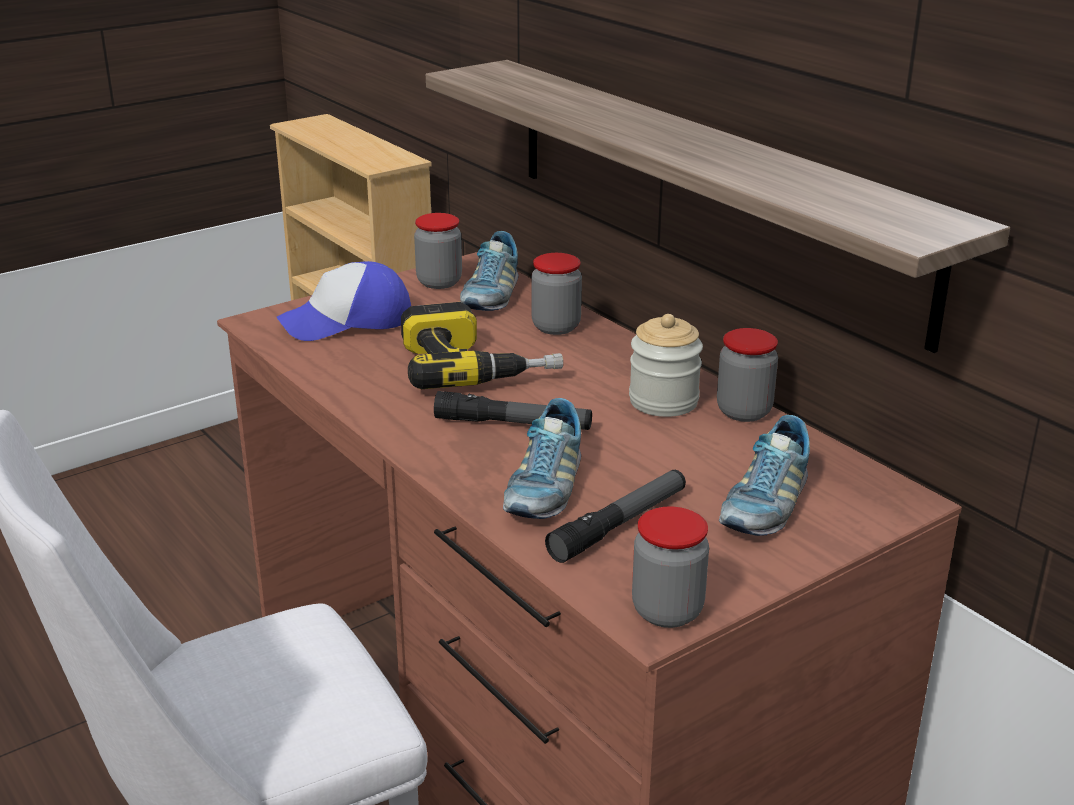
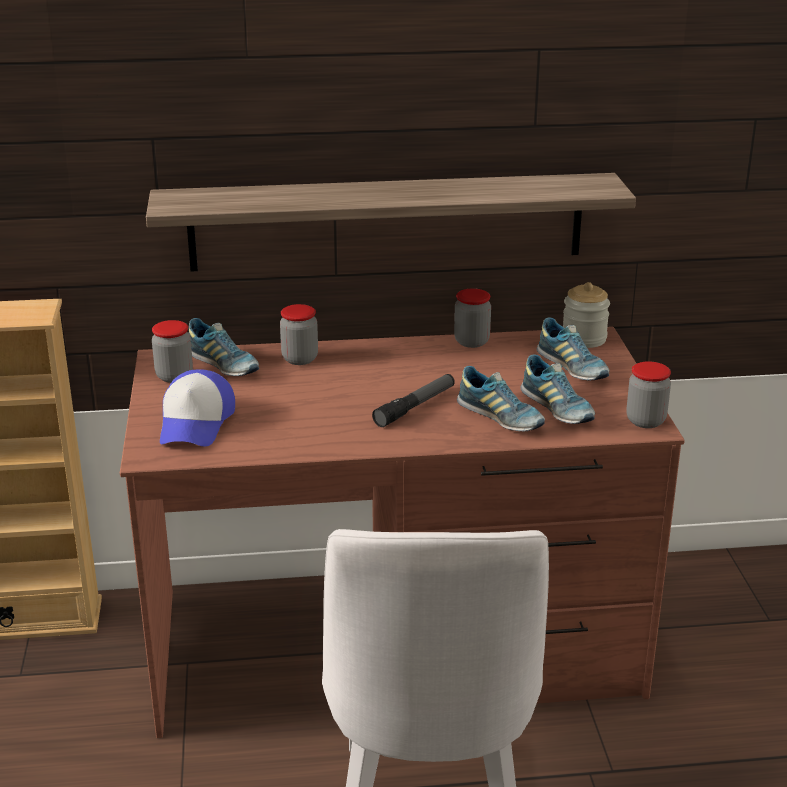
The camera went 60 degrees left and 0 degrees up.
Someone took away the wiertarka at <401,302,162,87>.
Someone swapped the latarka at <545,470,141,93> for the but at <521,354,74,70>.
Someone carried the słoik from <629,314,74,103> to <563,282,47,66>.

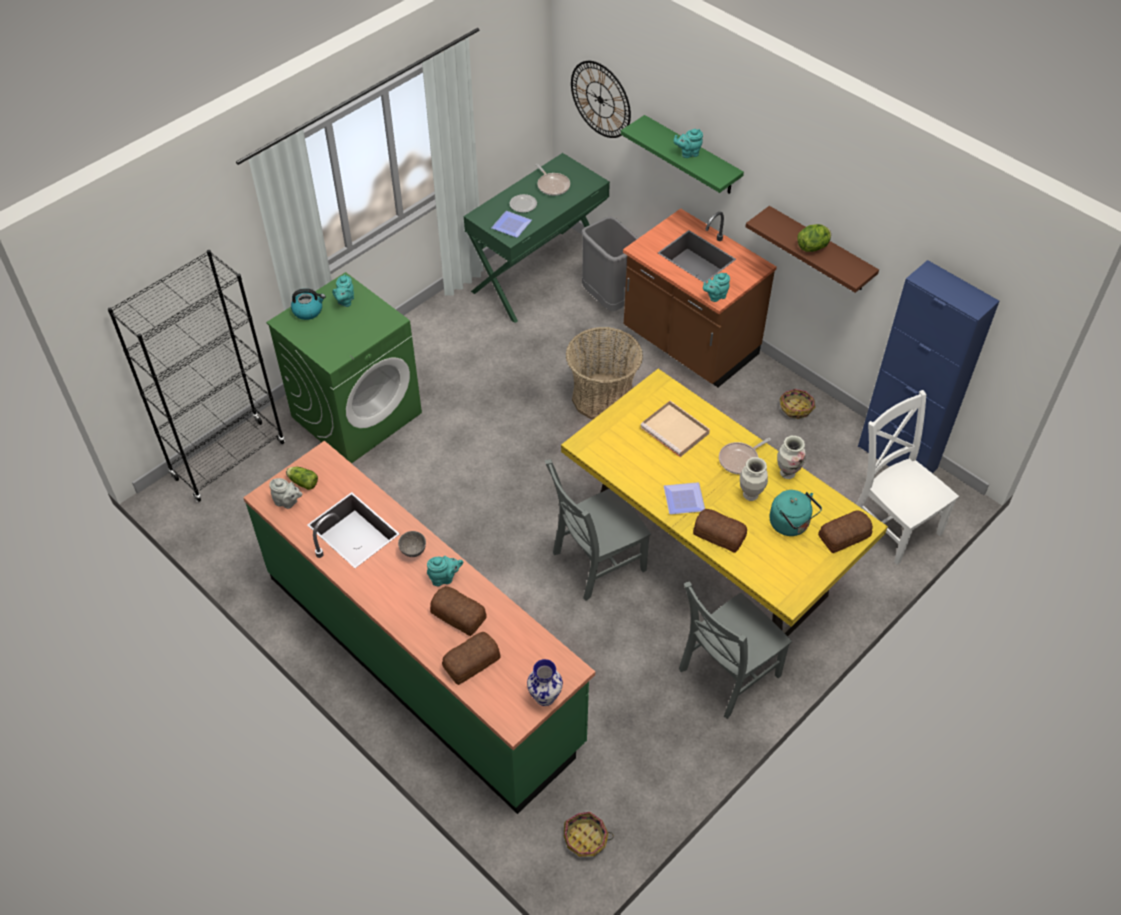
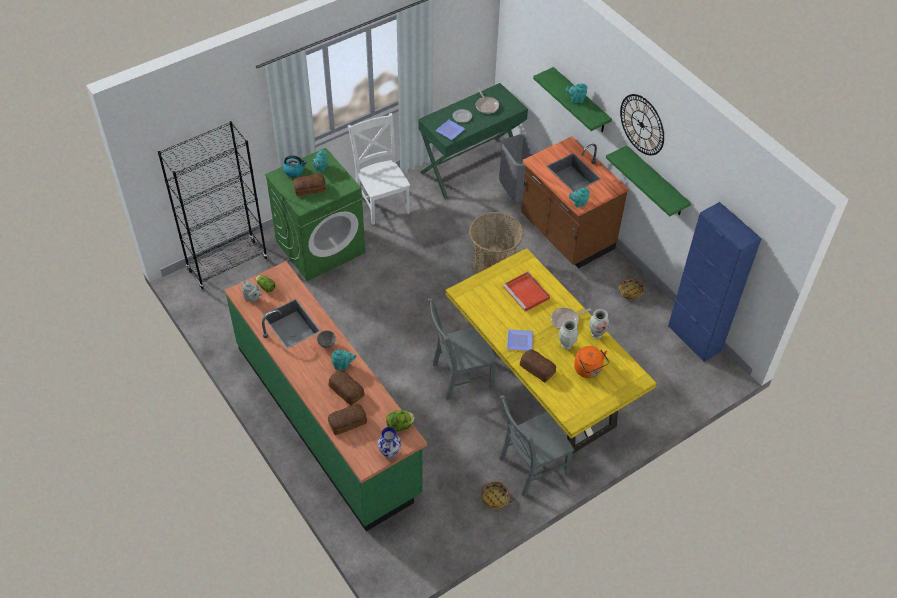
The camera went 10 degrees right and 0 degrees up.
Someone carried the koszyk from <564,812,50,45> to <481,482,33,28>.
Someone carried the zegar ścienny from <571,61,60,77> to <620,94,44,61>.
Someone repainted the taca (beżowy) at <640,401,70,56>, which became the taca (czerwony) at <503,272,47,40>.
Someone repainted the półka (brązowy) at <745,206,134,87>, which became the półka (zielony) at <606,145,85,72>.
Someone repainted the czajnik (turkusowy) at <769,490,53,46>, which became the czajnik (pomarańczowy) at <574,346,35,32>.
Someone carried the sałata from <797,224,34,28> to <386,410,29,22>.
Someone carried the chleb from <818,510,55,43> to <293,174,33,22>.
Someone carried the krzesło (biały) from <856,390,103,175> to <348,113,62,112>.

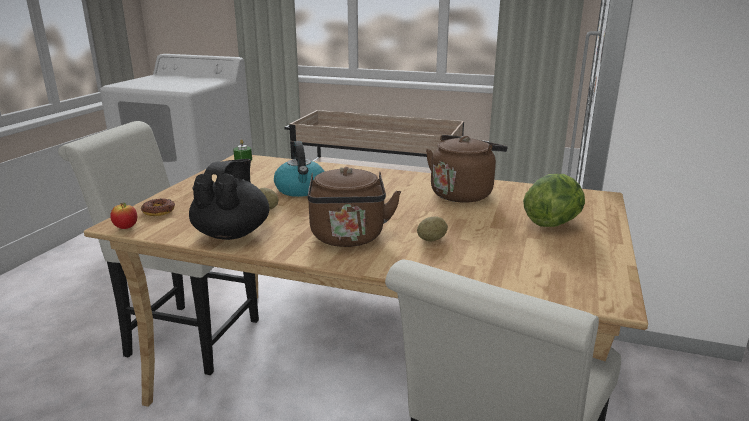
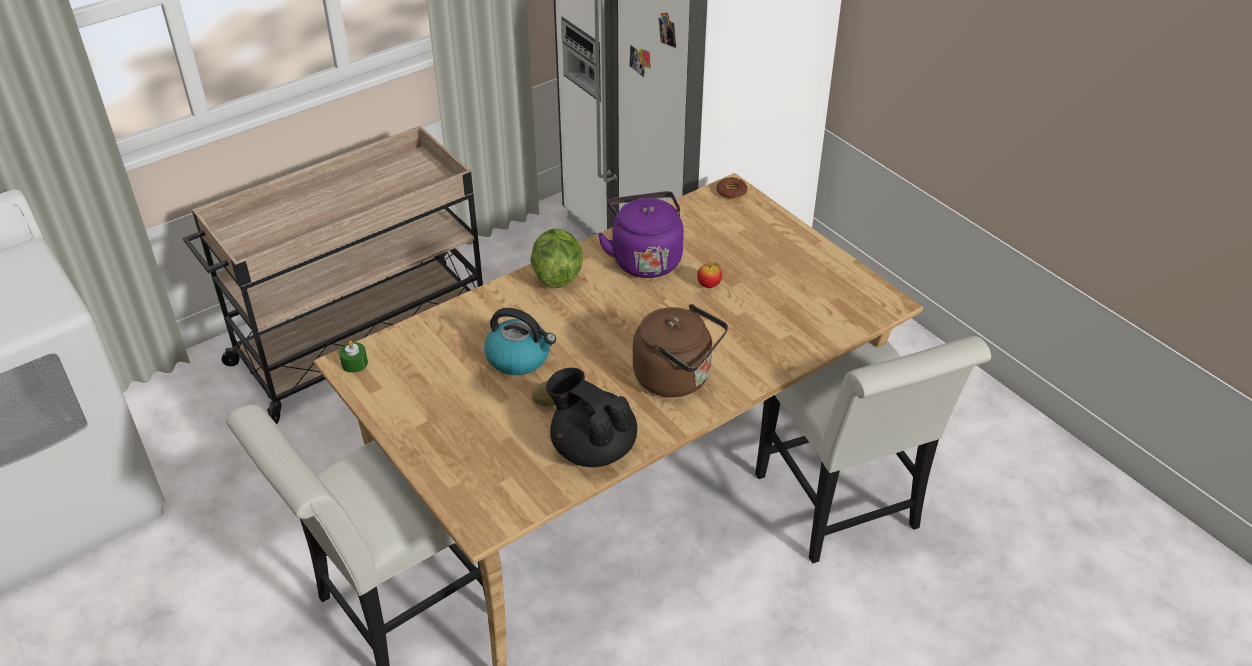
The camera went 55 degrees left and 20 degrees up.
Someone carried the jabłko from <110,203,27,26> to <697,262,25,26>.
Someone carried the donut from <141,198,34,18> to <716,177,32,22>.
Someone took away the ziemniak at <417,216,31,26>.
Someone repainted the czajnik (brązowy) at <426,135,82,68>, which became the czajnik (fioletowy) at <597,191,87,87>.
Someone carried the sałata from <523,174,62,53> to <530,229,53,59>.

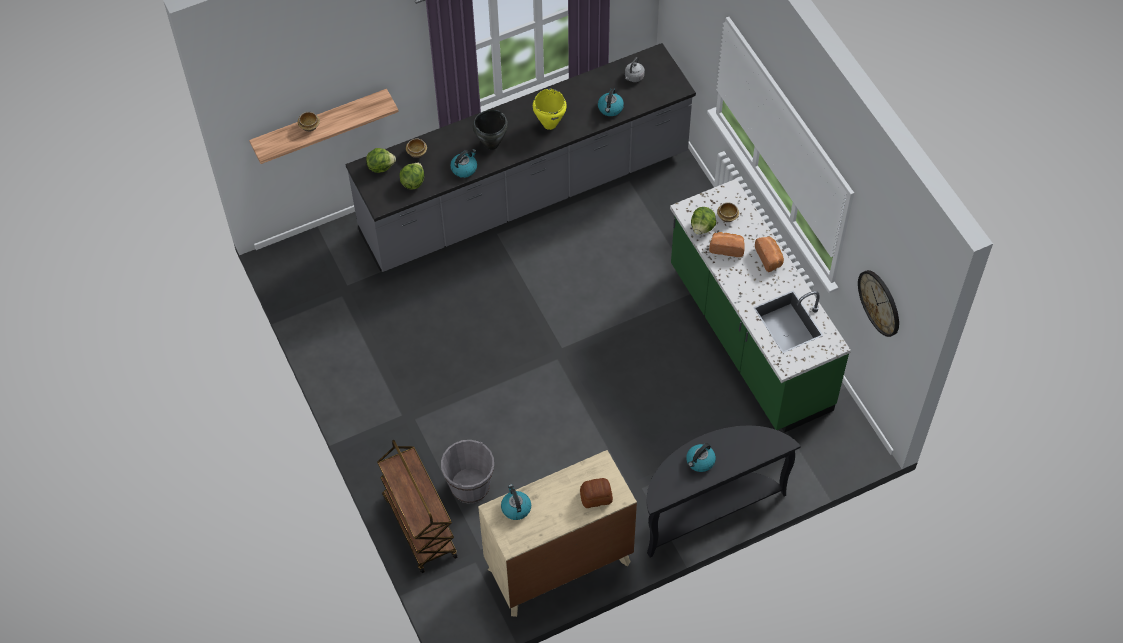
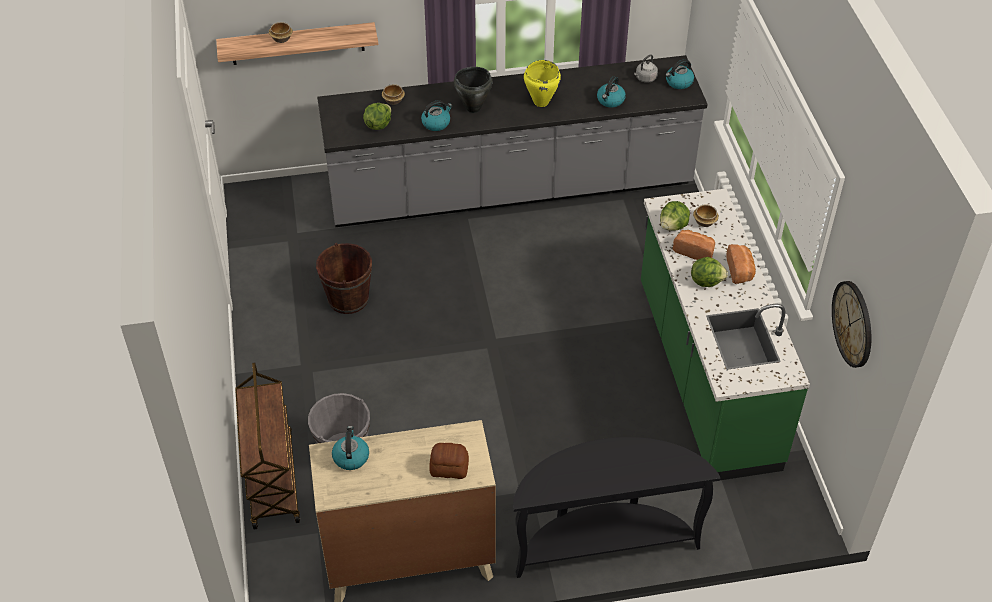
The camera went 15 degrees right and 10 degrees down.
Someone carried the sałata from <366,148,30,25> to <691,257,37,30>.
Someone carried the czajnik from <686,443,30,29> to <665,59,29,30>.
Someone put down the wiadro (brązowy) at <316,243,56,71>.

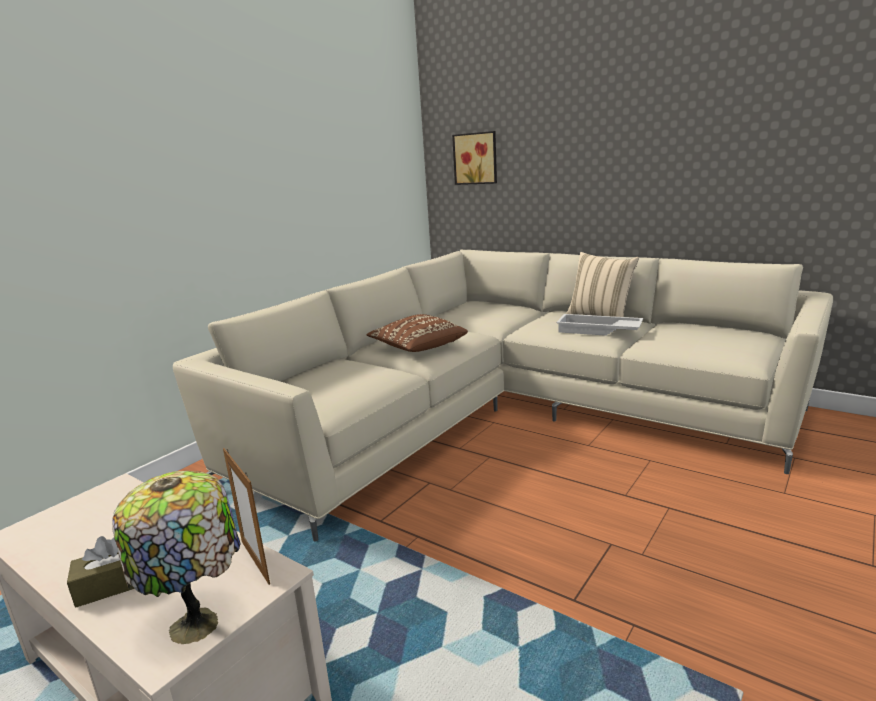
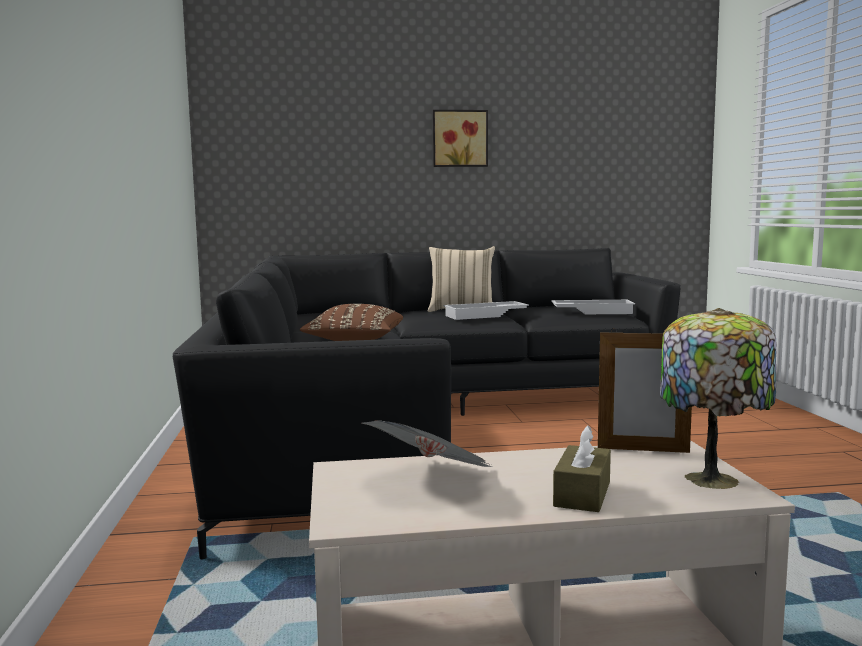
The camera went 45 degrees left and 10 degrees down.
Someone repainted the kanapa (beżowy) at <173,249,660,293>, which became the kanapa (czarny) at <173,248,507,311>.
Someone carried the obraz from <452,131,45,54> to <433,110,55,57>.
Someone put down the gazeta at <362,421,130,46>.
Someone put down the taca (biały) at <551,300,84,14>.

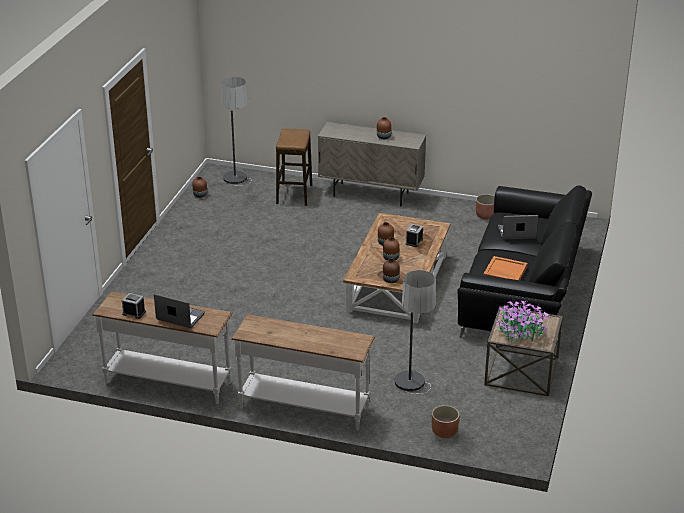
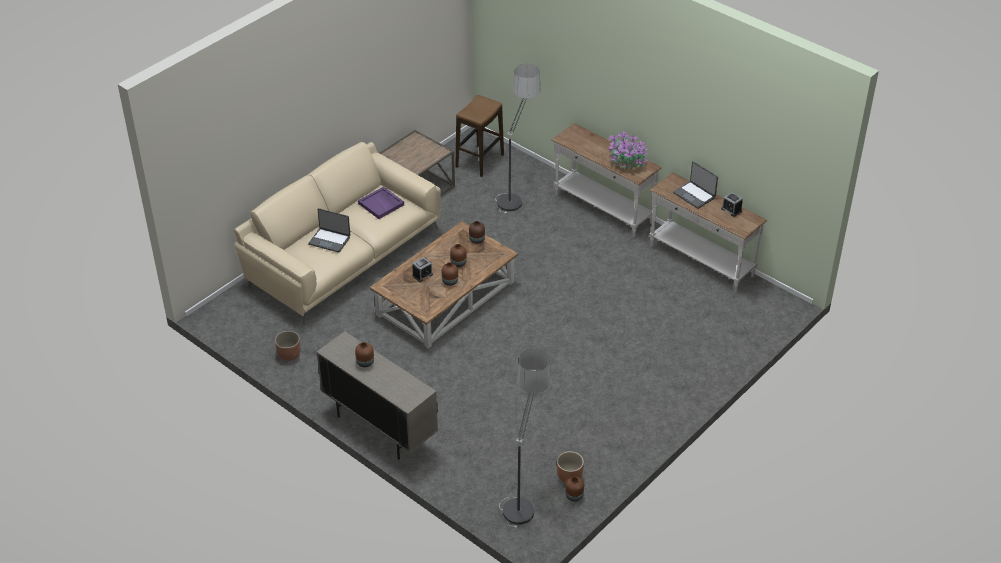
The camera went 155 degrees left and 10 degrees up.
Someone carried the stołek from <276,128,36,78> to <455,95,49,82>.
Someone carried the donica (brązowy) from <431,405,29,33> to <557,451,27,32>.
Someone repainted the kanapa (czarny) at <458,185,134,153>, which became the kanapa (beżowy) at <234,142,207,183>.
Someone repainted the taca (pomarańczowy) at <483,256,44,24>, which became the taca (fioletowy) at <358,187,46,32>.
Someone carried the roślina doniczkowa from <496,298,54,44> to <608,131,40,39>.

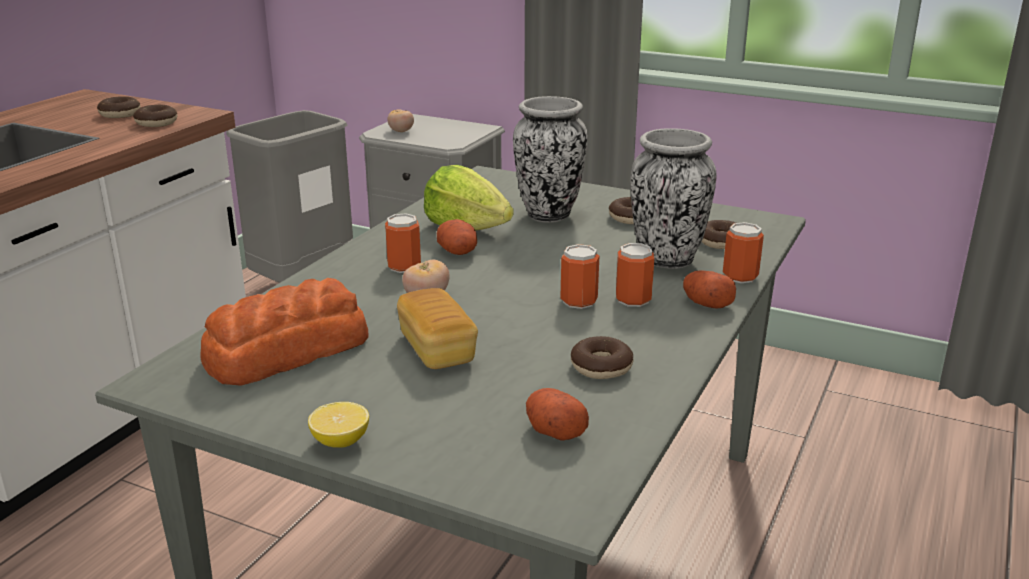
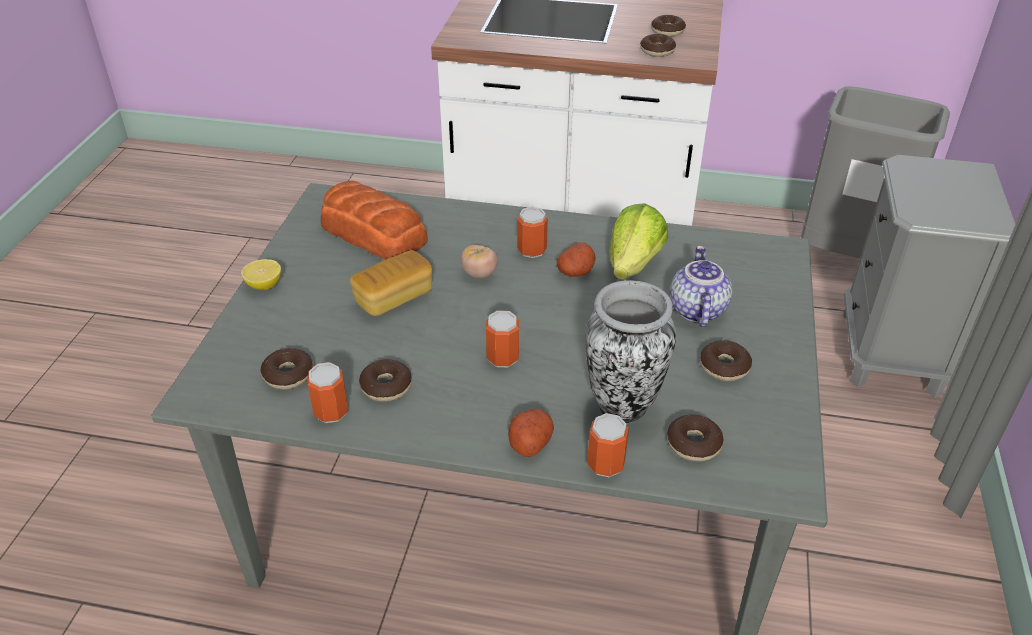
The camera went 75 degrees right and 15 degrees up.
Someone took away the pomidor at <387,109,27,23>.
Someone swapped the wazon at <513,96,75,127> for the imbryk at <670,245,62,82>.
Someone swapped the ziemniak at <526,388,63,52> for the donut at <260,348,53,41>.
Someone carried the puszka from <616,243,38,64> to <307,362,41,61>.

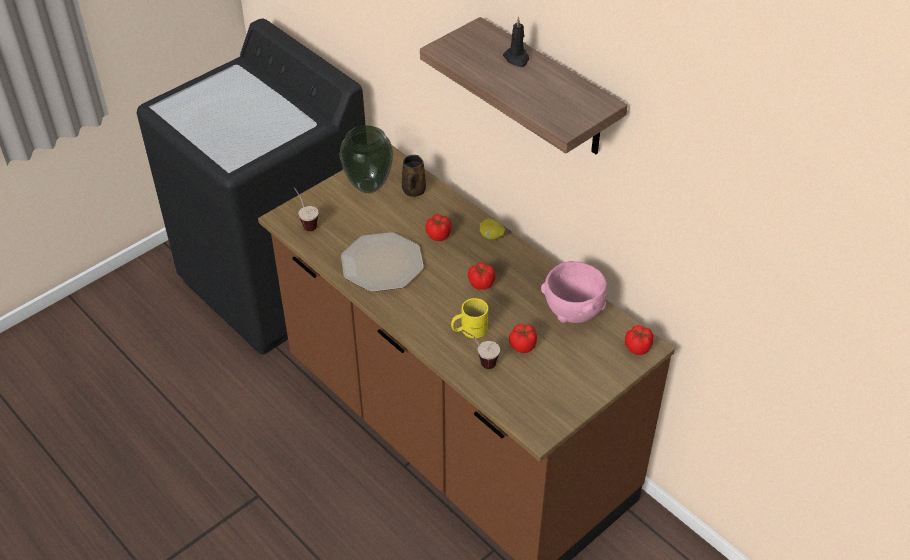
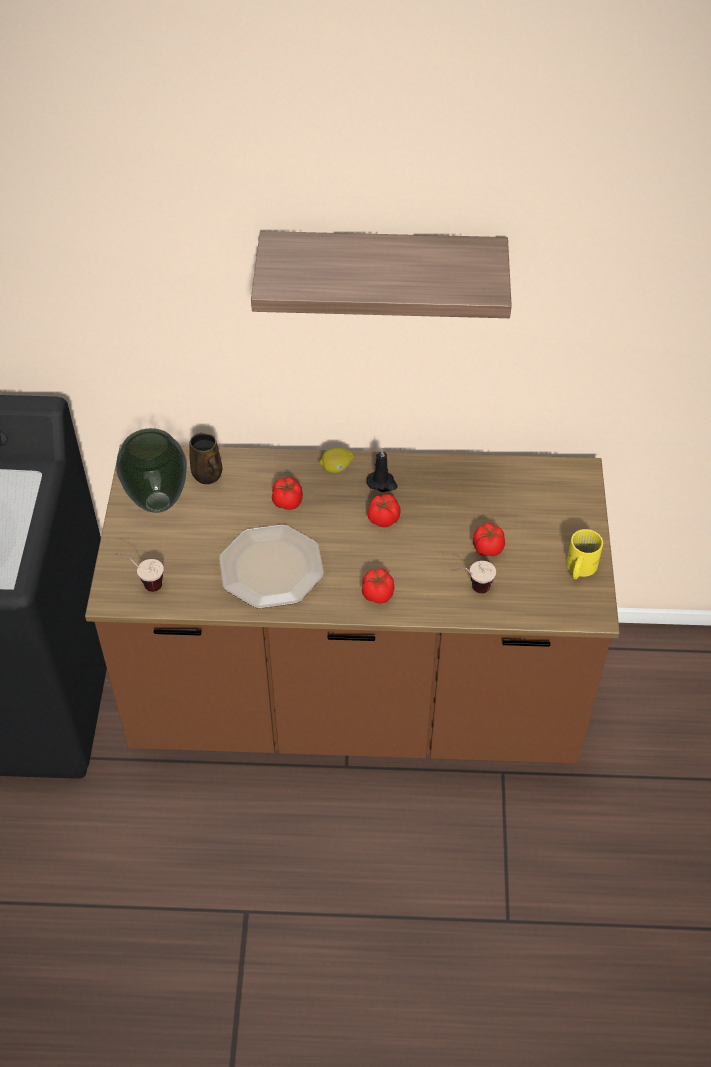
The camera went 45 degrees left and 5 degrees up.
Someone carried the kubek (żółty) from <451,298,37,40> to <567,529,36,50>.
Someone carried the świeca (czarny) from <503,16,26,51> to <366,448,31,44>.
Someone took away the miska (różowy) at <541,261,66,62>.
Someone carried the pomidor from <625,325,28,30> to <362,568,33,36>.

